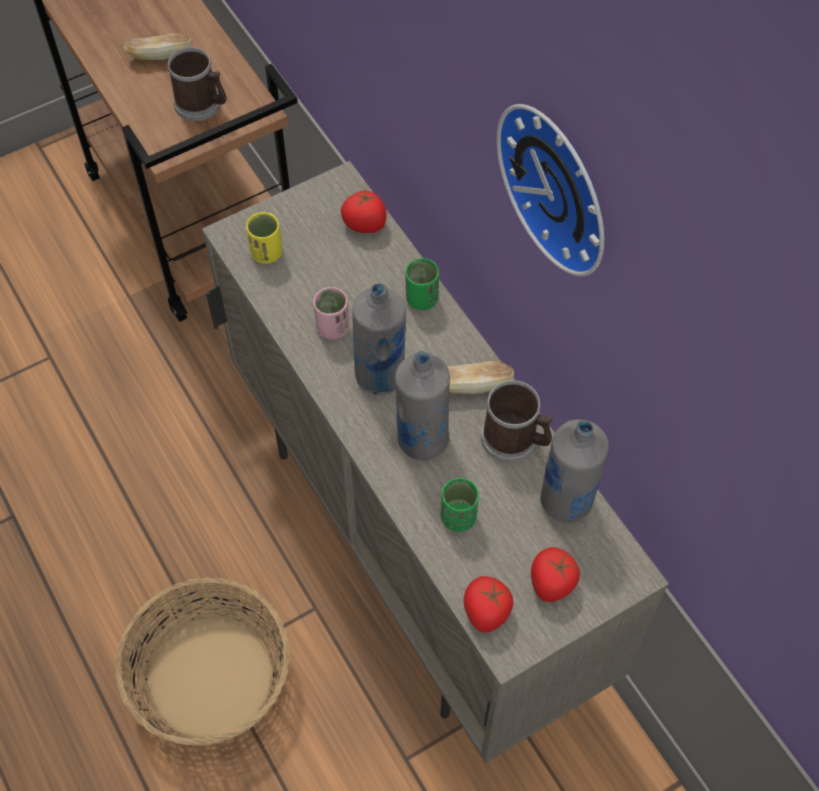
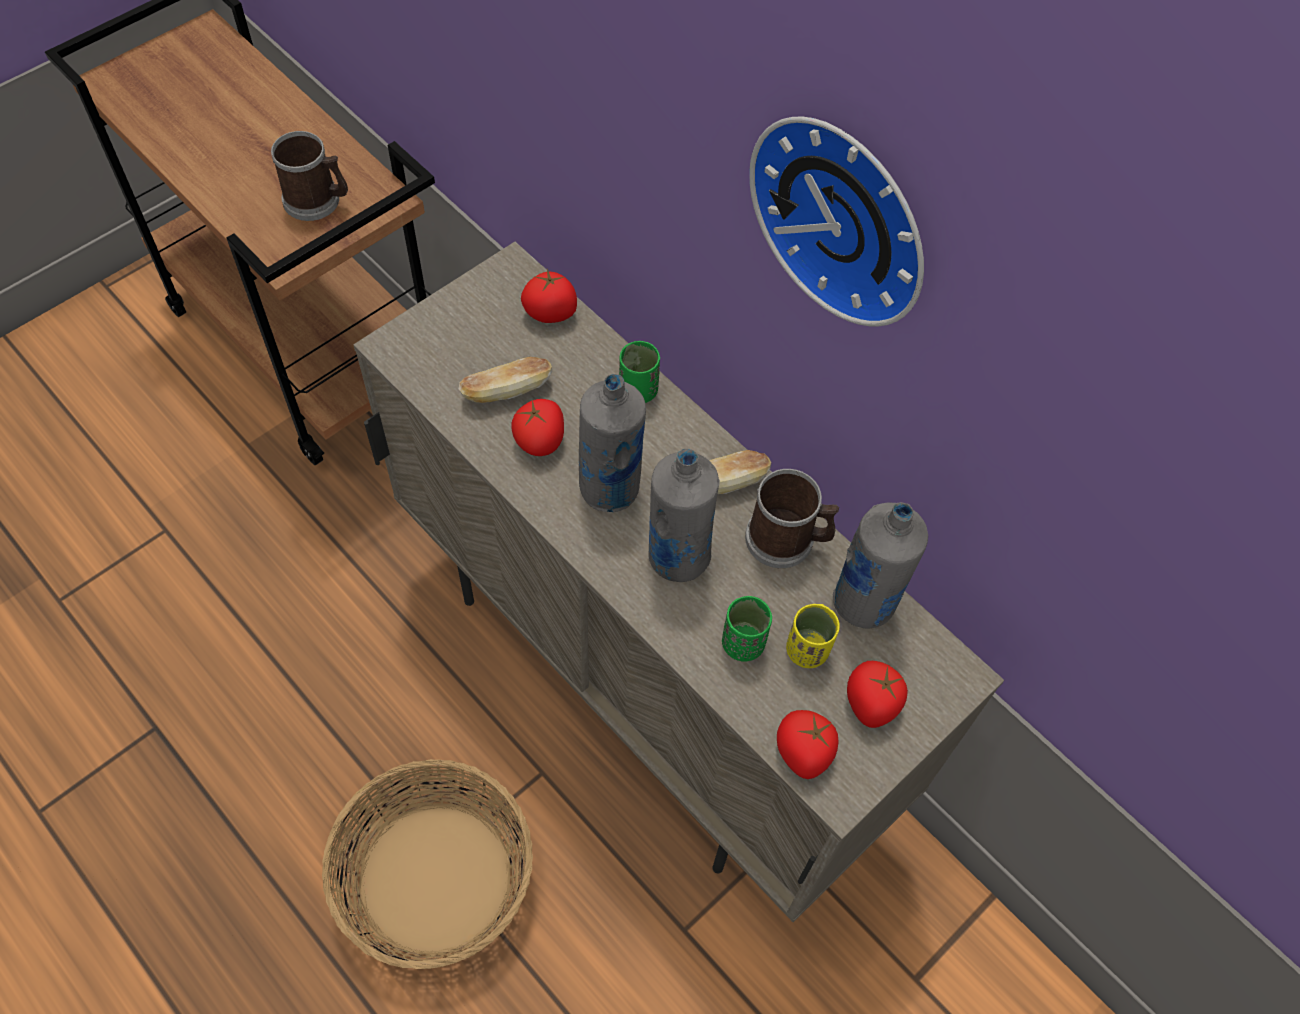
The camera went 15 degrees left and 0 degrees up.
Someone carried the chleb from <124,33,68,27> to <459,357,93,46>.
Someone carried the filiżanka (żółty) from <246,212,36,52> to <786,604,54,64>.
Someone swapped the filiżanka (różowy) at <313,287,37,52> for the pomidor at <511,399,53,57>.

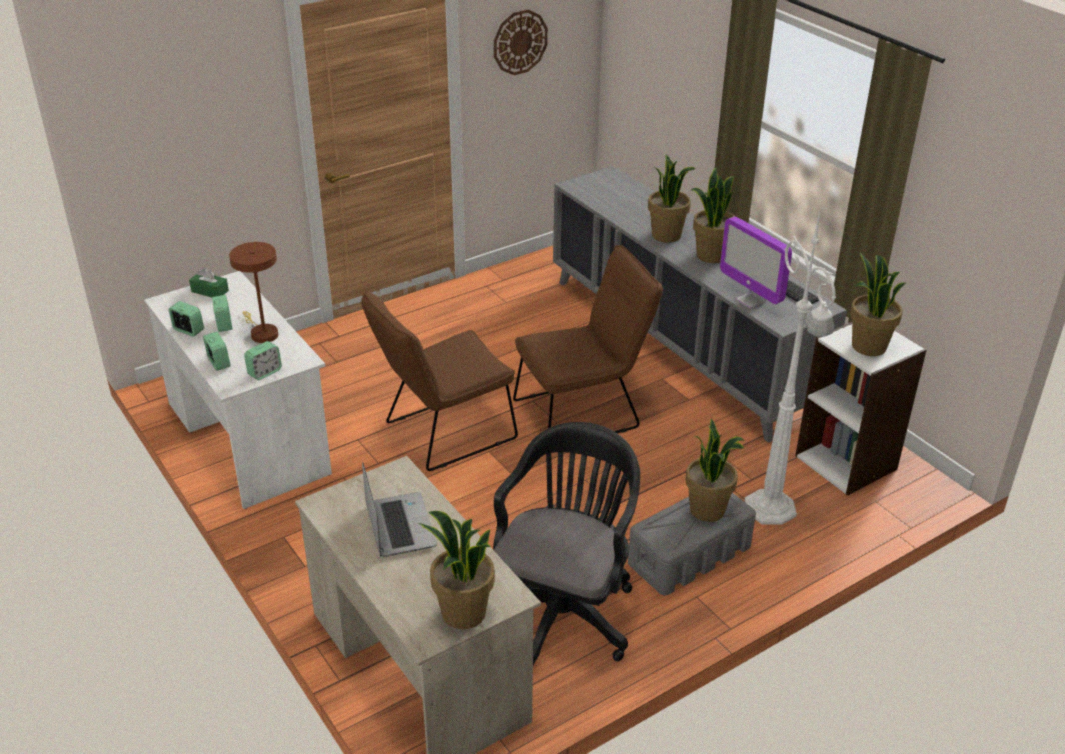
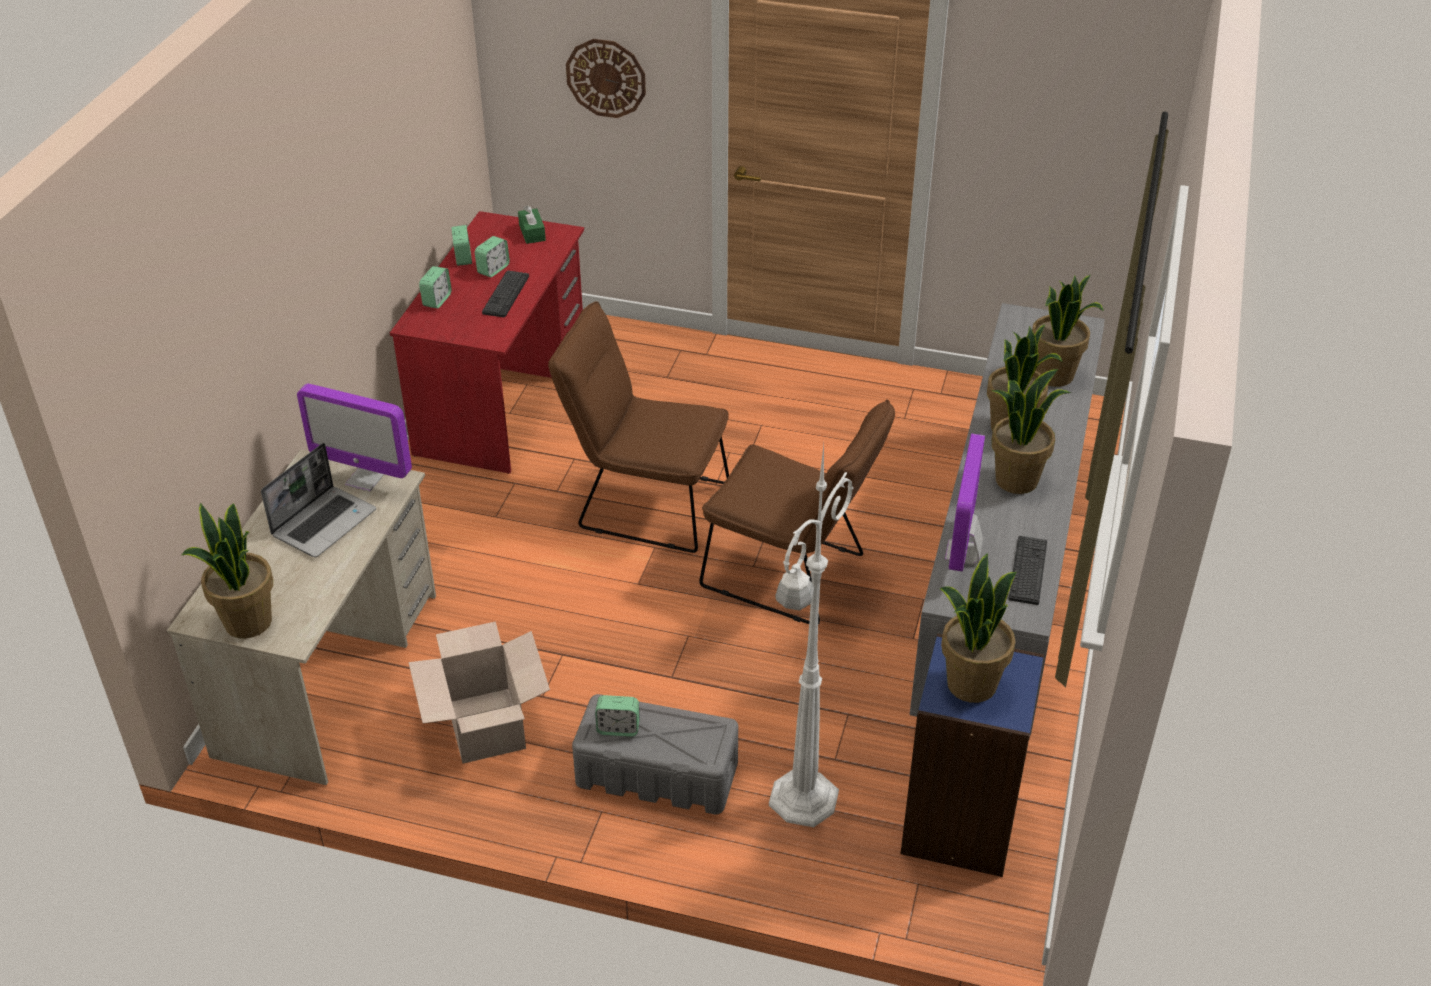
The camera went 50 degrees right and 5 degrees up.
Someone repainted the biurko (biały) at <144,271,188,238>, which became the biurko (czerwony) at <390,211,194,263>.
Someone swapped the lampa stołowa (brązowy) at <229,242,49,101> for the klawiatura at <482,270,47,47>.
Someone carried the budzik from <244,341,38,39> to <595,695,45,42>.
Someone swapped the krzesło biurowe (czarny) at <493,422,147,244> for the karton at <409,621,141,143>.
Someone carried the zegar ścienny from <494,10,54,65> to <566,39,80,79>.
Someone carried the roślina doniczkowa from <686,418,59,104> to <1032,275,72,112>.
Someone repainted the regał (biały) at <795,322,132,174>, which became the regał (niebieski) at <900,634,144,243>.
Someone put down the monitor at <297,384,115,108>.

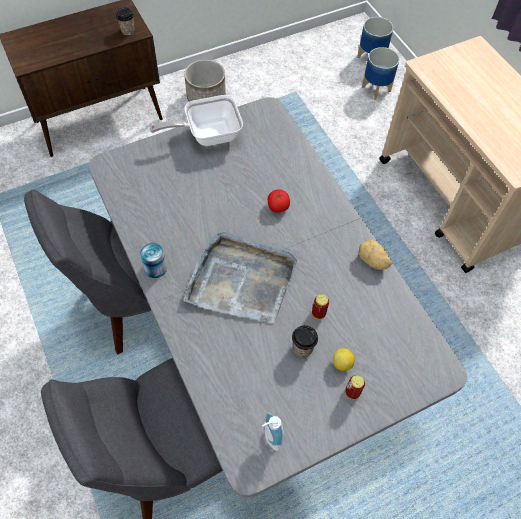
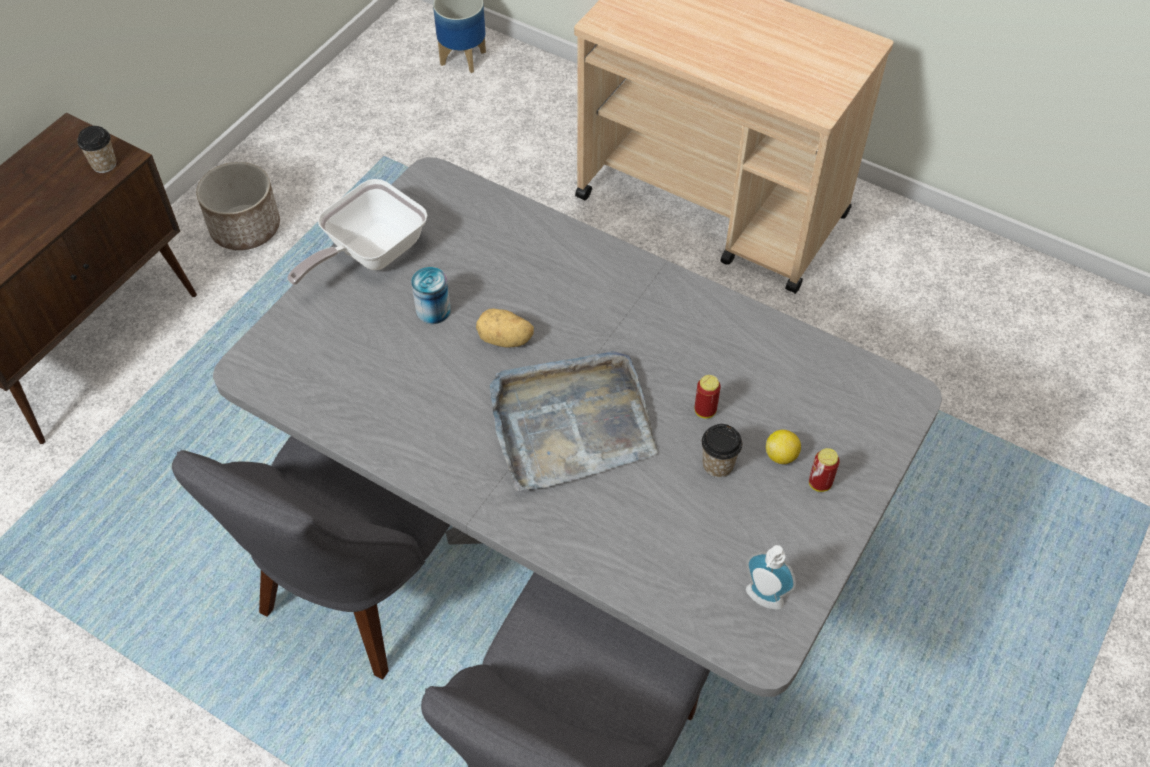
The camera went 30 degrees left and 5 degrees down.
Someone carried the puszka from <140,243,27,35> to <411,267,40,57>.
Someone took away the pomidor at <267,189,23,23>.
Someone carried the ziemniak from <359,240,33,30> to <476,308,58,40>.
Someone took away the donica at <362,47,37,53>.

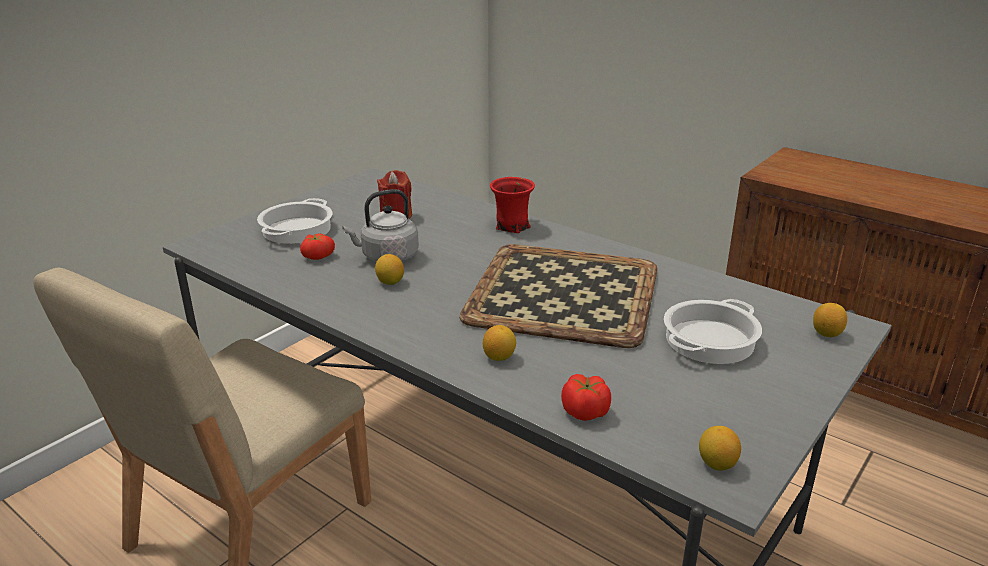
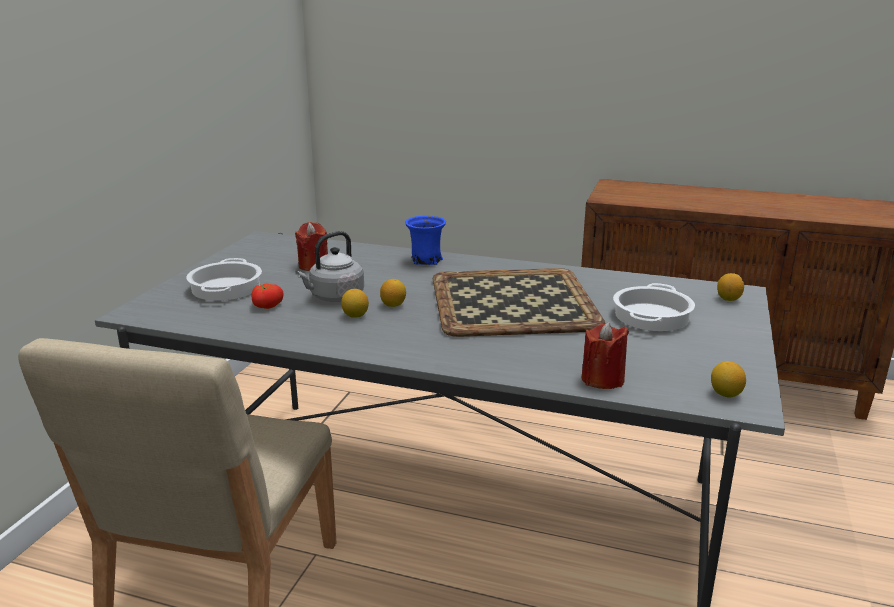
The camera went 20 degrees left and 5 degrees down.
Someone carried the cytryna from <483,325,33,36> to <380,279,26,28>.
Someone repainted the kubek (czerwony) at <490,177,45,56>, which became the kubek (niebieski) at <405,216,41,49>.
Someone swapped the pomidor at <561,374,50,47> for the świeca (czerwony) at <581,322,48,67>.

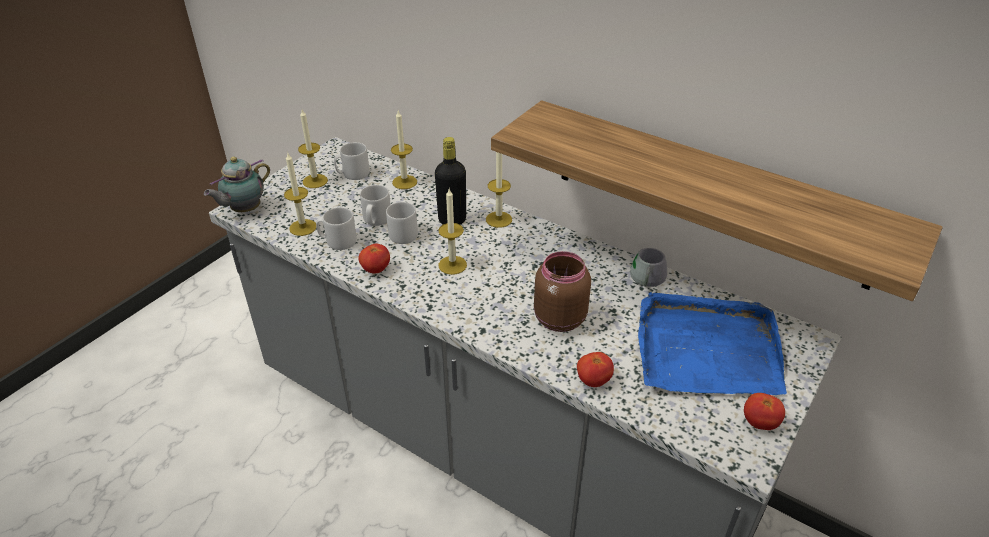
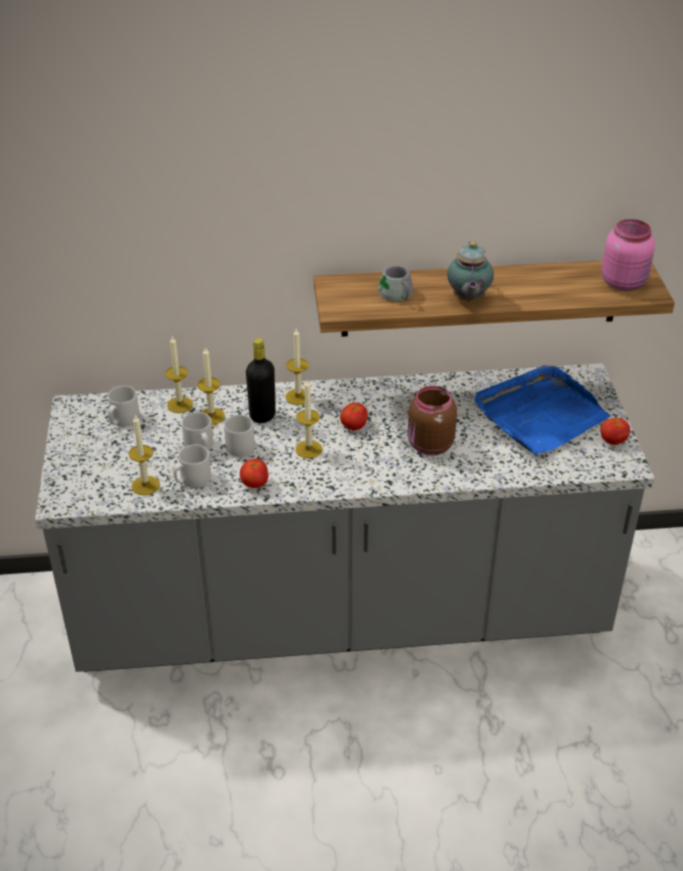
The camera went 40 degrees left and 0 degrees up.
Someone carried the imbryk from <204,157,66,55> to <447,241,47,61>.
Someone carried the świeca from <298,110,30,78> to <197,347,28,78>.
Someone carried the pomidor from <577,352,37,35> to <340,403,28,27>.
Someone carried the kubek (szary) from <619,248,48,39> to <379,266,34,39>.
Someone put down the słoik (różowy) at <601,219,54,72>.

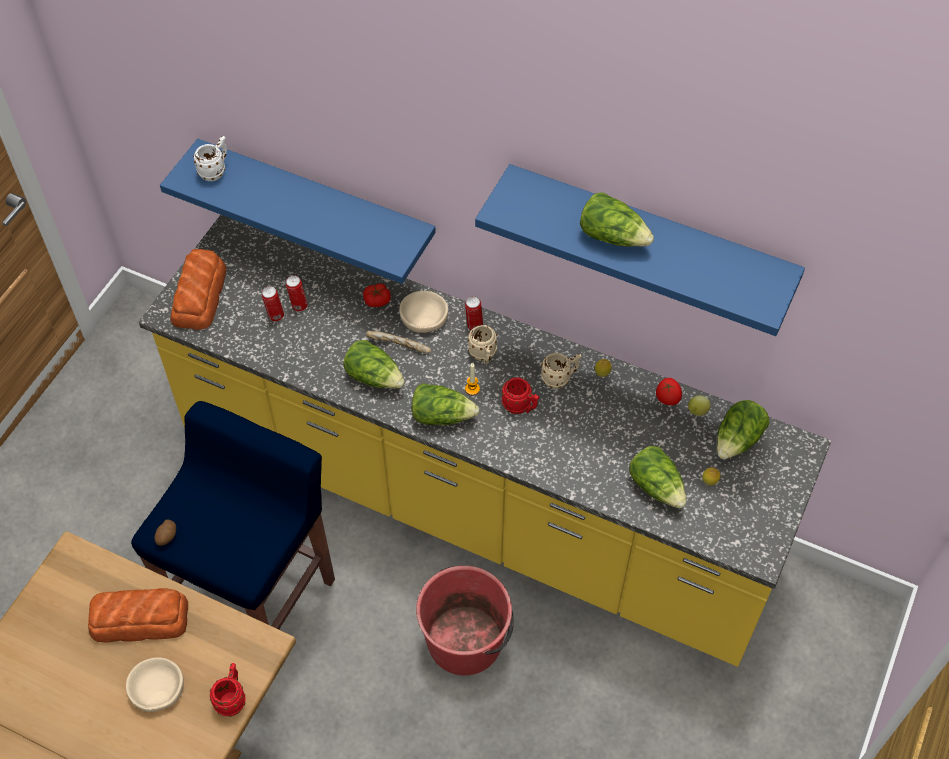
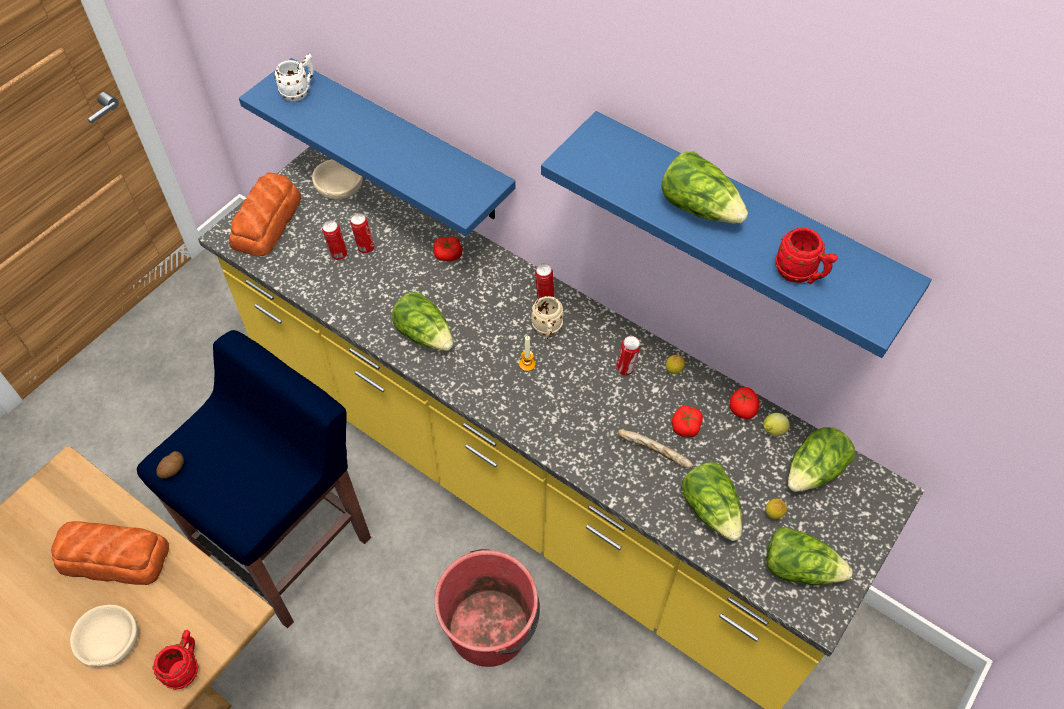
The camera went 10 degrees right and 0 degrees up.
Someone carried the chleb from <366,331,65,22> to <618,429,75,39>.
Someone carried the miska (beżowy) from <399,291,49,42> to <312,159,51,40>.
Someone carried the sałata from <412,383,67,42> to <766,527,87,58>.
Someone carried the kubek (czerwony) from <502,377,37,37> to <776,228,62,56>.
Someone swapped the kubek (beżowy) at <541,353,41,36> for the puszka at <616,336,24,39>.
Someone put down the pomidor at <671,405,32,32>.

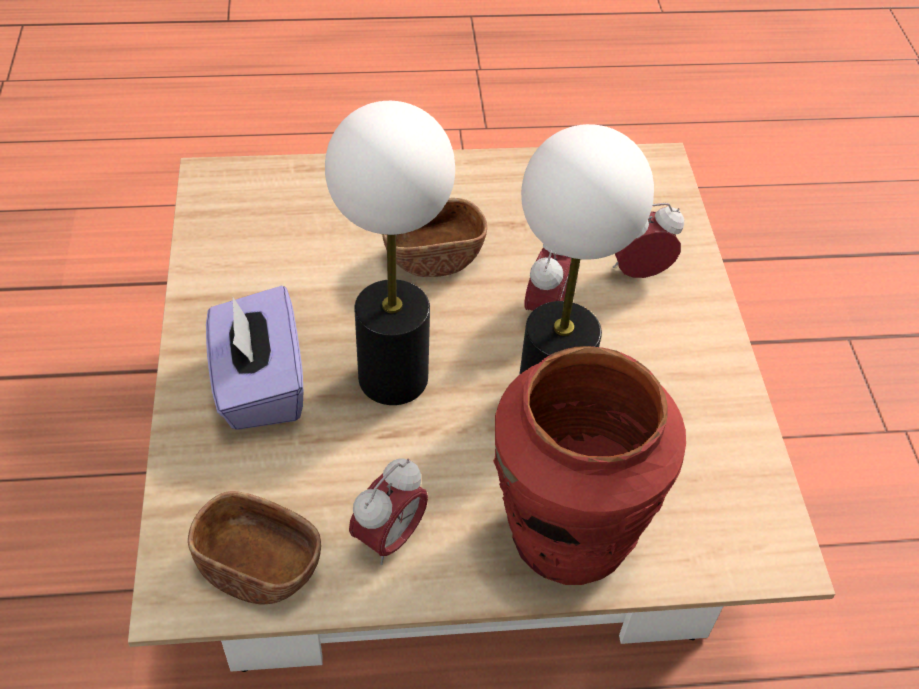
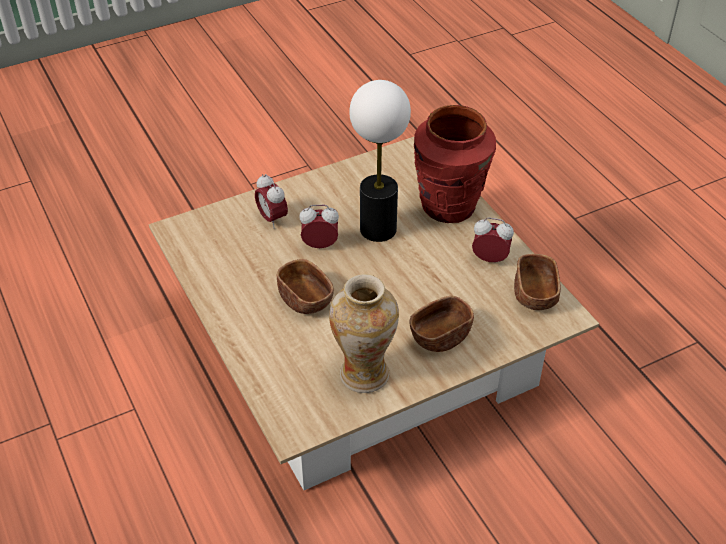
The camera went 110 degrees left and 5 degrees down.
Someone swapped the pudełko chusteczek (fioletowy) at <206,286,97,144> for the miska (brązowy) at <409,296,65,56>.
Someone took away the lampa stołowa at <325,101,130,304>.
Someone put down the wazon at <329,274,70,119>.

